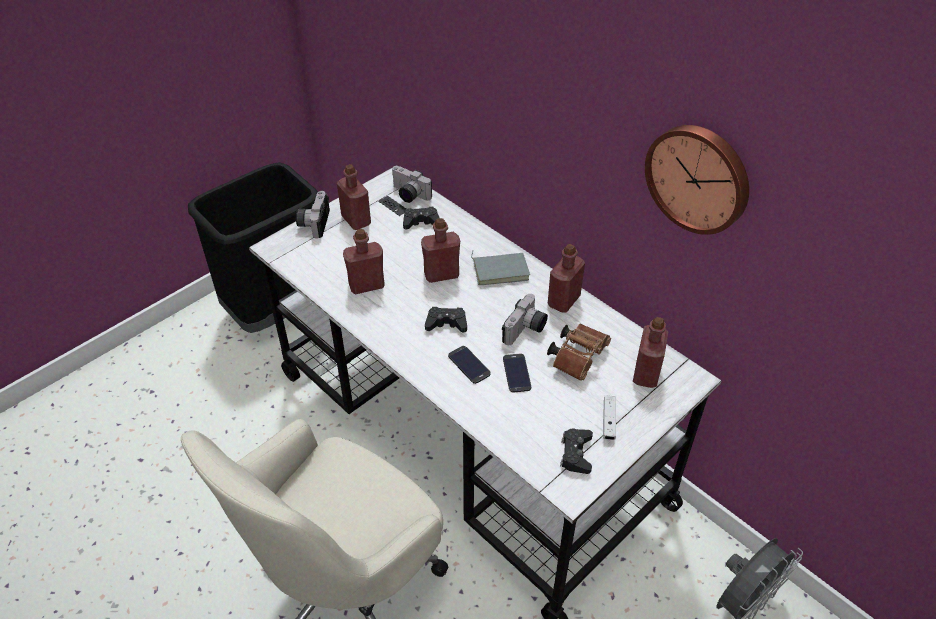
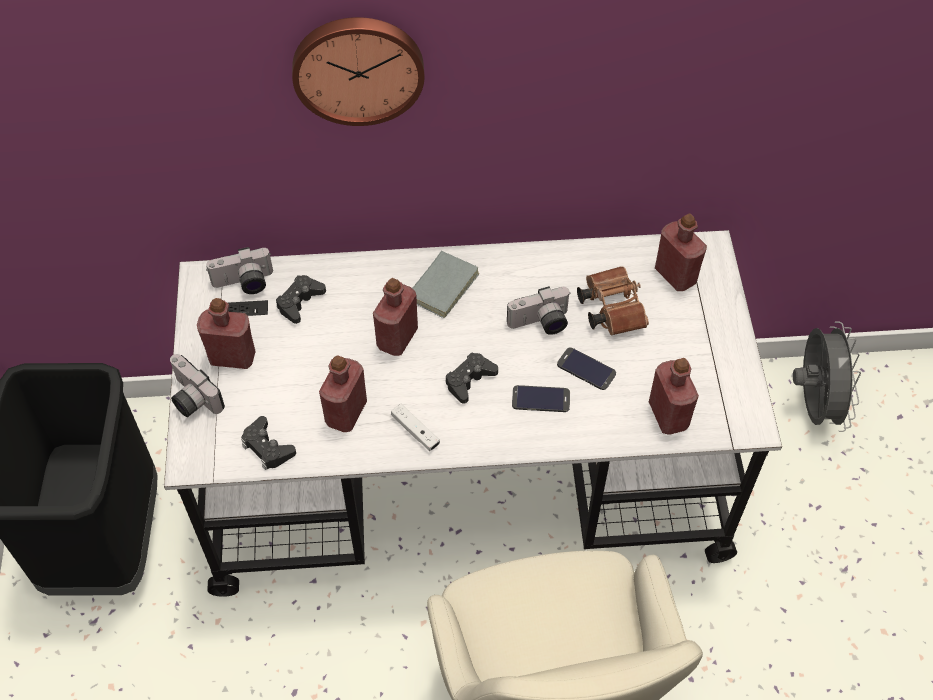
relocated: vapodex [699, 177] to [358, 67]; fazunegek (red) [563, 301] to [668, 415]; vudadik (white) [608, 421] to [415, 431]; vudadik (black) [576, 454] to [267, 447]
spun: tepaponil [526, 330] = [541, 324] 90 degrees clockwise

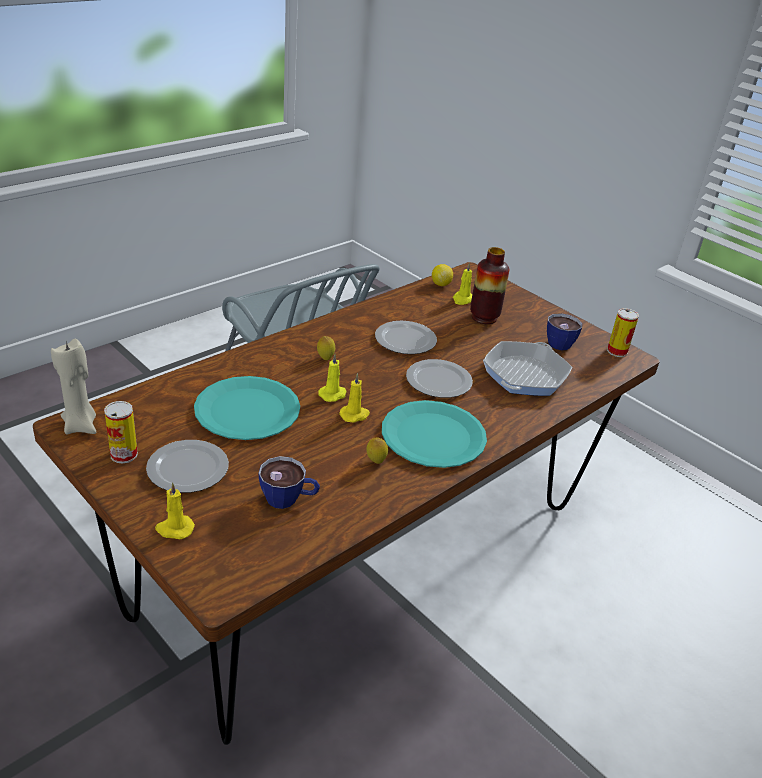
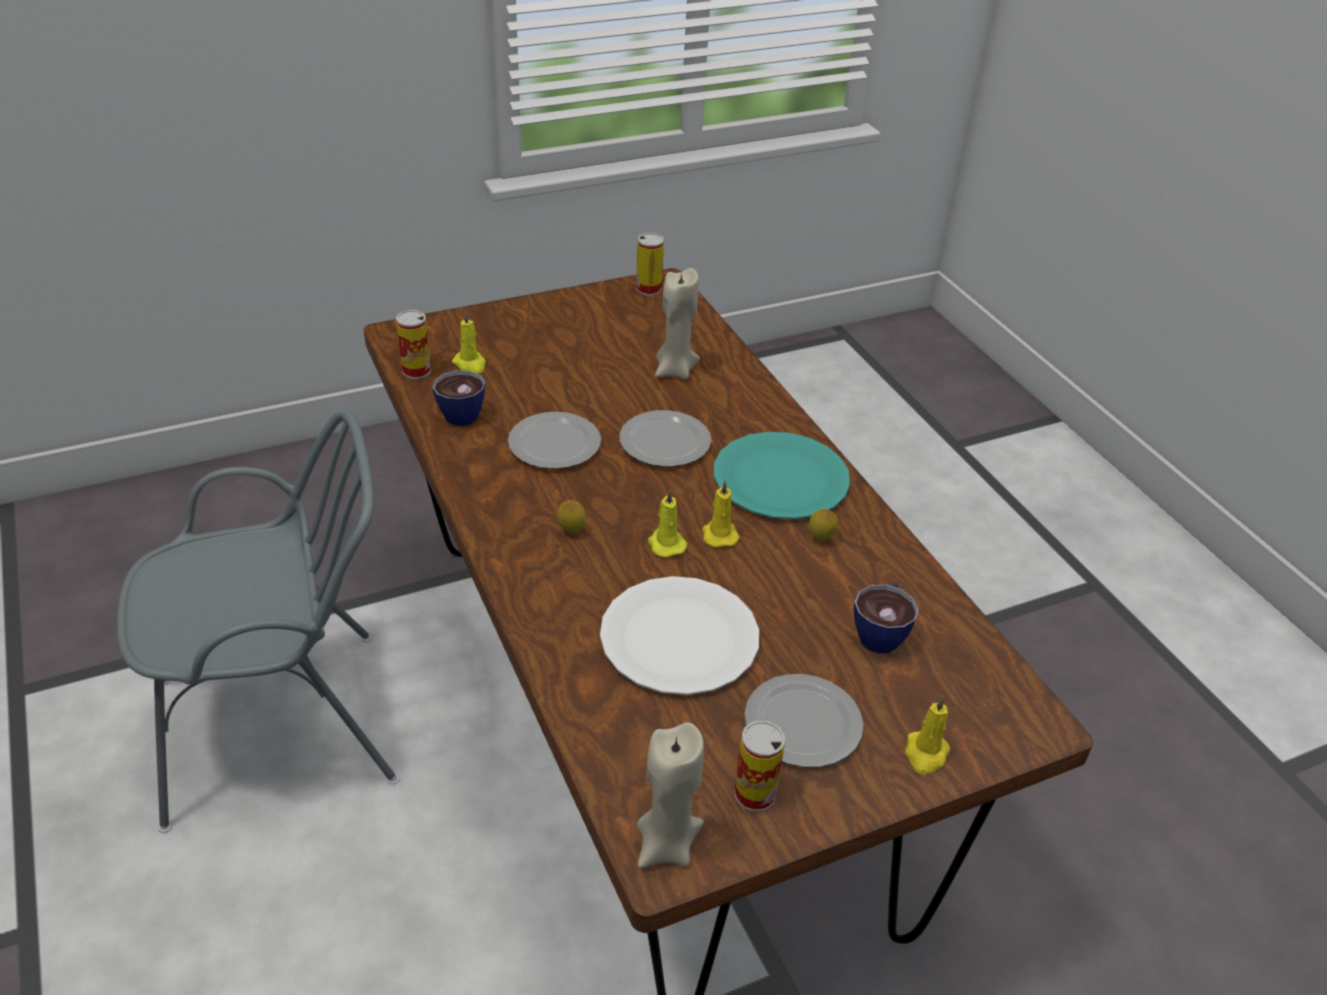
missing: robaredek [484, 317]
relocated: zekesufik [562, 342] to [458, 412]
exchanged: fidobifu [441, 284] to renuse [416, 371]; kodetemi [525, 375] to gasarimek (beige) [674, 370]
colour: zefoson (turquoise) [247, 410] to zefoson (white) [679, 638]

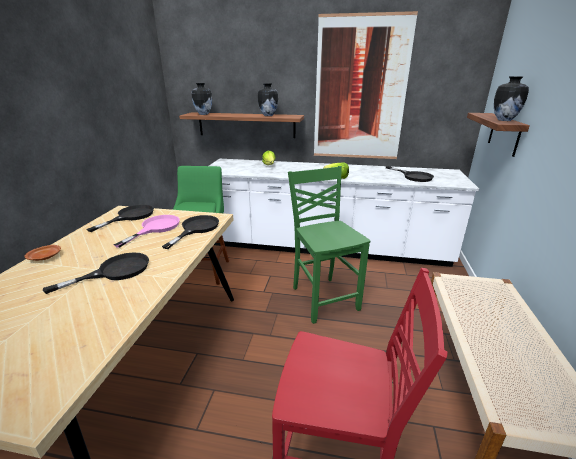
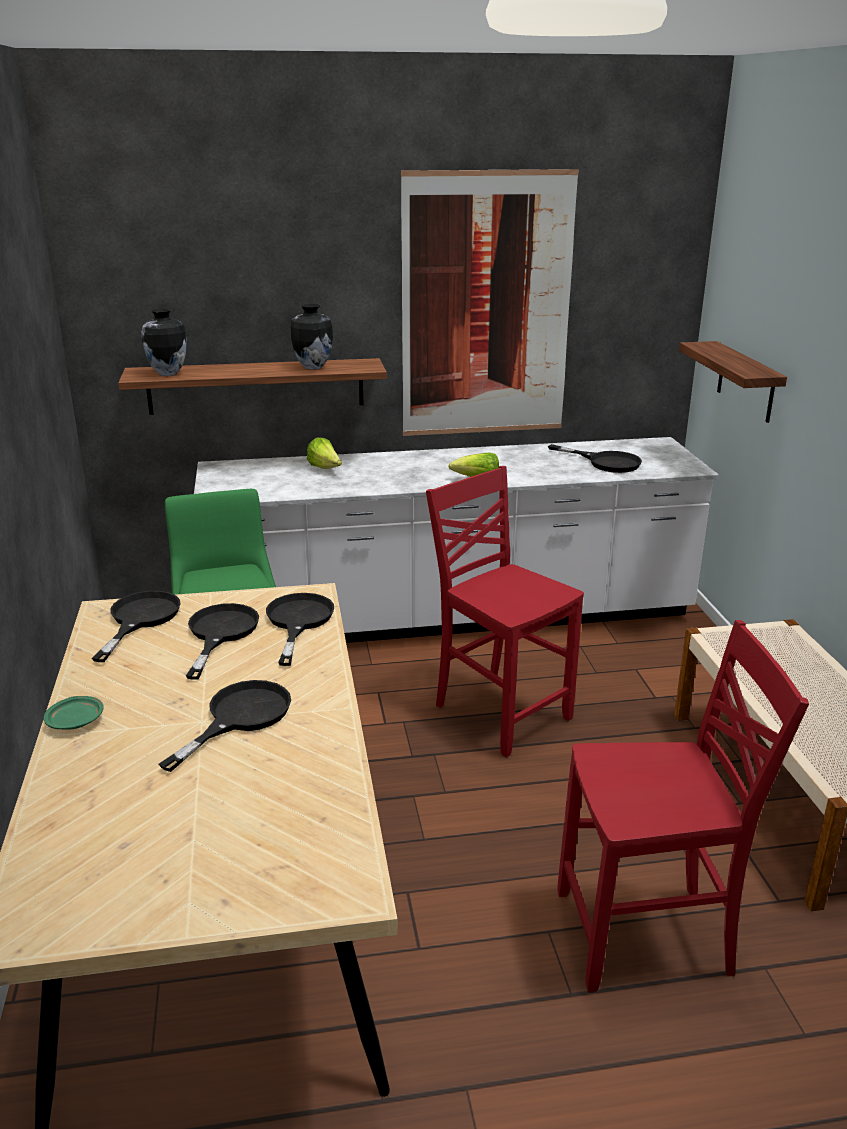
missing: robaredek [503, 120]
colour: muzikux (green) [323, 298] to muzikux (red) [499, 712]; kodetemi (pink) [155, 228] to kodetemi (black) [220, 633]; zefoson (brown) [45, 257] to zefoson (green) [76, 721]

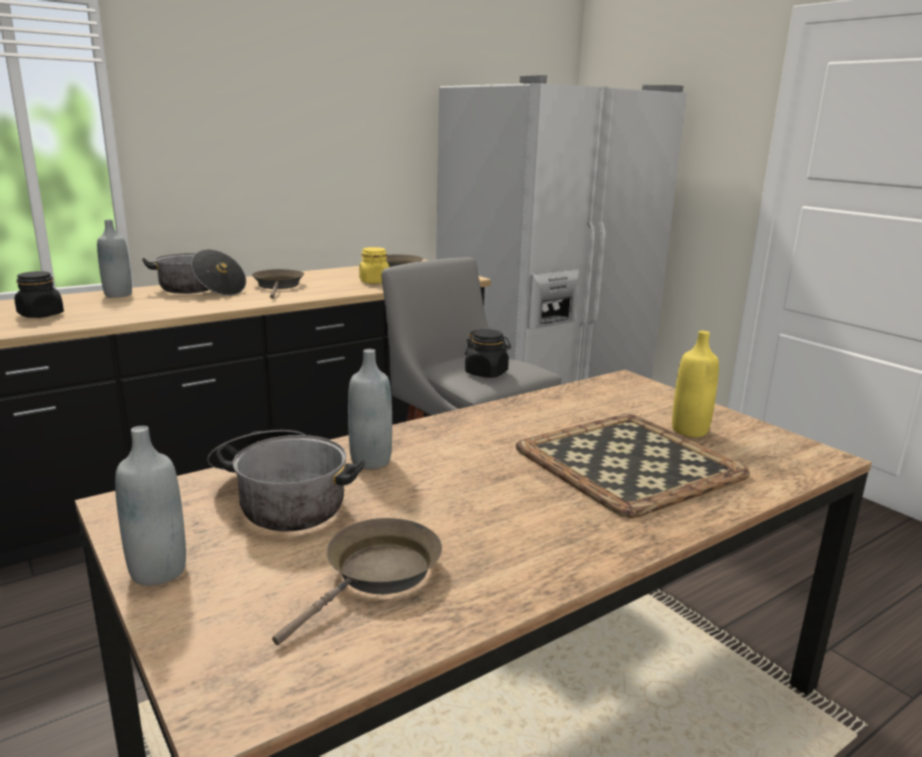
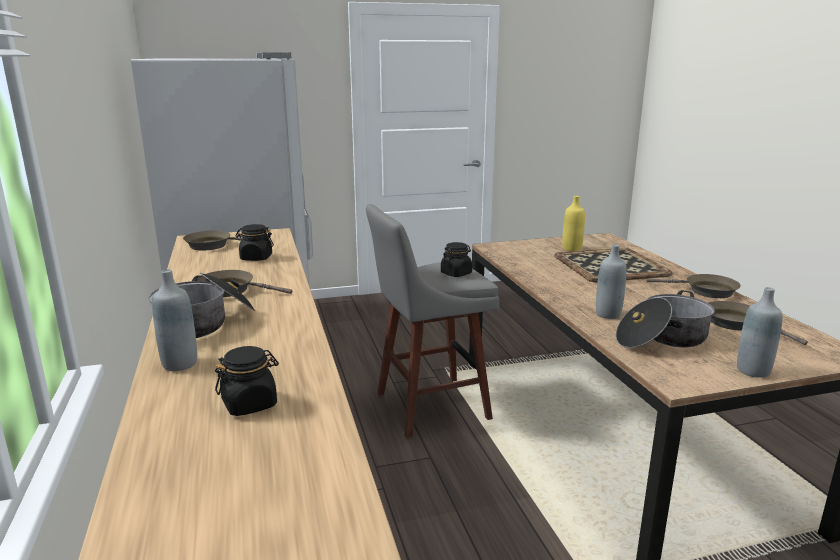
appeared: kodetemi (brown) [706, 291]
colour: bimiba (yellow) [374, 281] to bimiba (black) [256, 258]

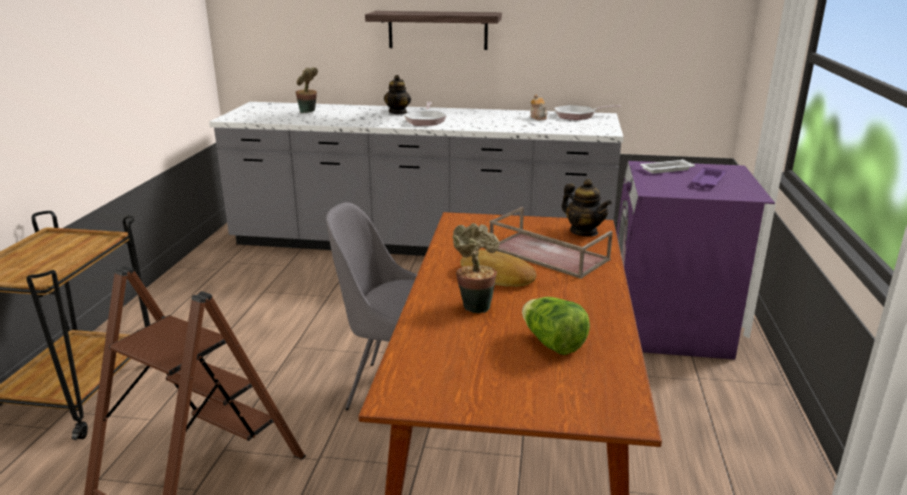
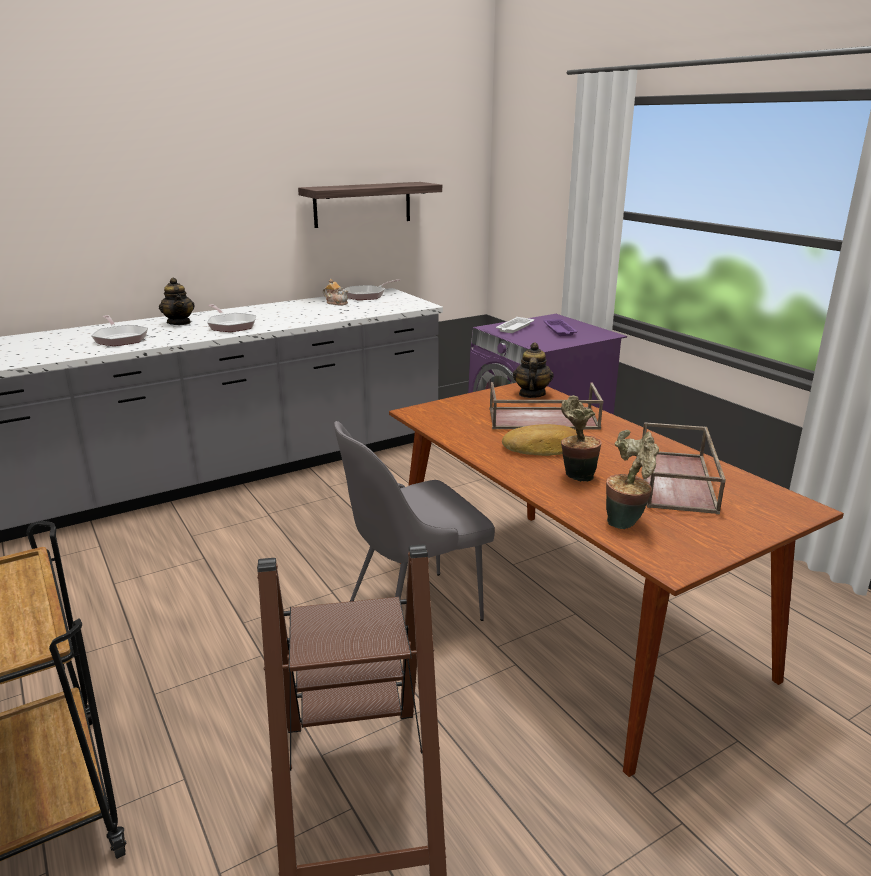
appeared: kodetemi [120, 338]
relocated: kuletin [437, 30] to [362, 204]; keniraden [308, 112] to [626, 522]
exchanged: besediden [552, 344] to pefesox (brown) [678, 481]
spun: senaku [584, 232] = [531, 394] 90 degrees counterclockwise

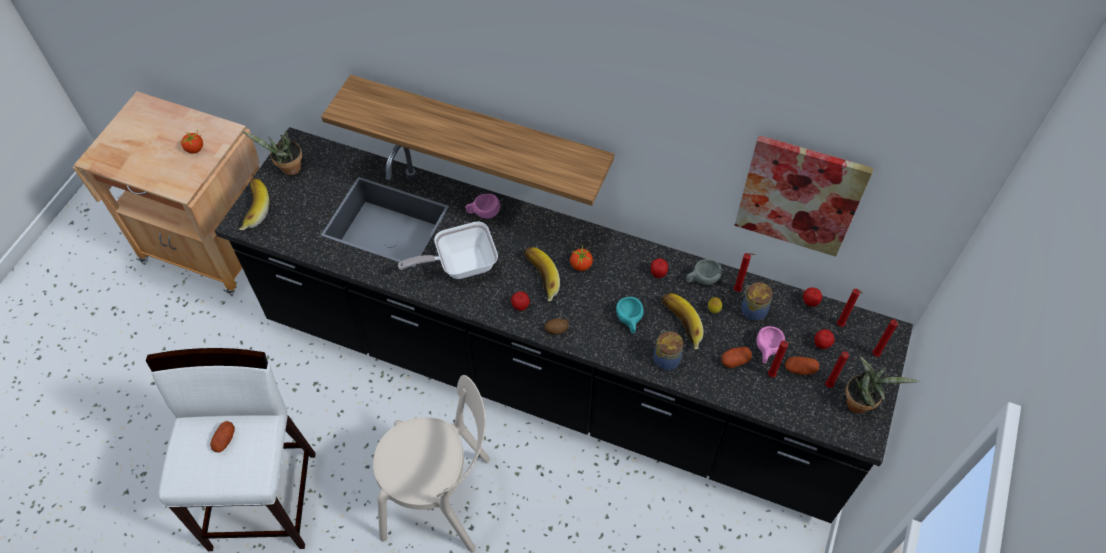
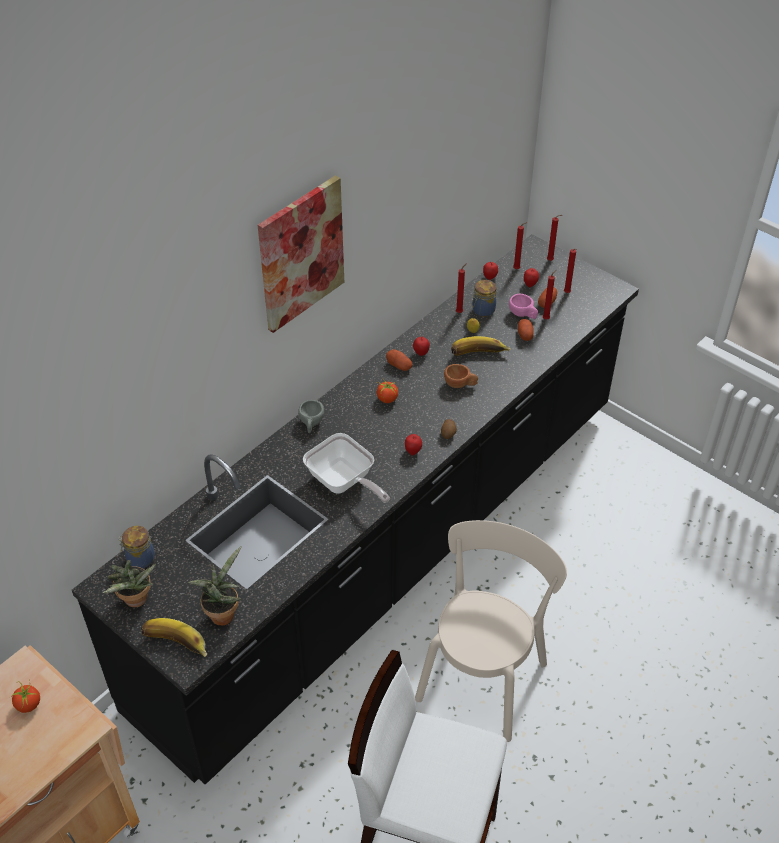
missing: kuletin [480, 132]; zekesufik (pink) [483, 213]; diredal [539, 279]
relocated: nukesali [800, 195] to [301, 253]; zekesufik (grey) [701, 279] to [311, 424]; bimiba [665, 358] to [139, 559]; keniraden [860, 402] to [223, 612]; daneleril [225, 440] to [399, 365]
colour: zekesufik (turquoise) [629, 321] to zekesufik (brown) [460, 384]
spun: kodetemi [460, 265] = [344, 483] 45 degrees counterclockwise

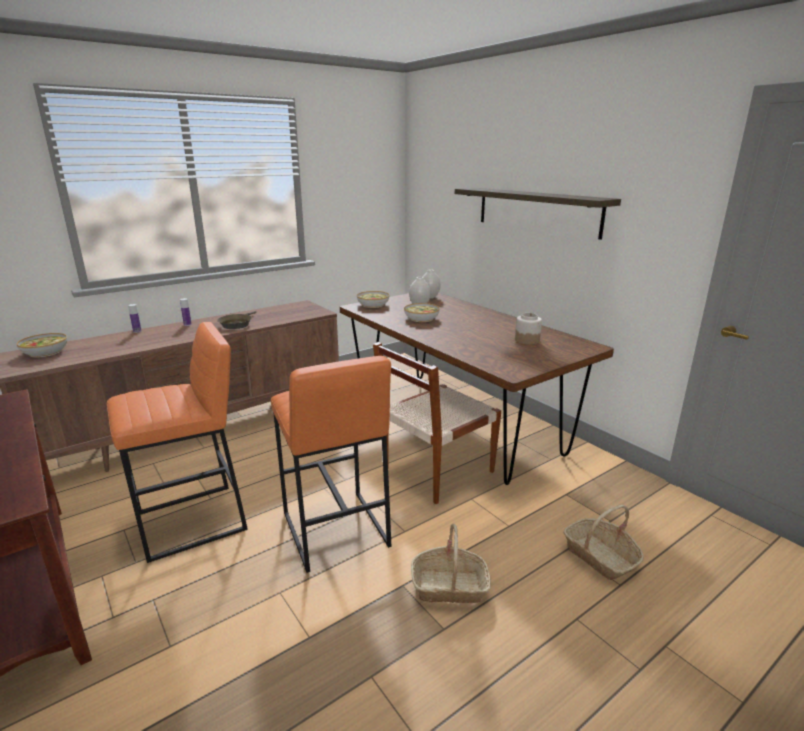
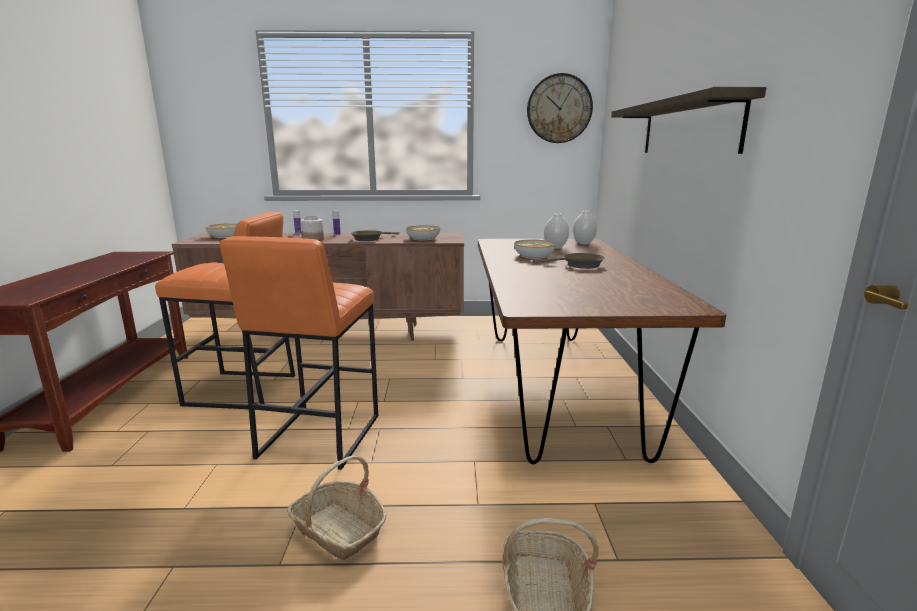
missing: muzikux [435, 472]
appeared: vapodex [559, 109]; kodetemi (brown) [579, 265]
relocated: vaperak [373, 305] to [423, 238]; bimiba [527, 340] to [313, 240]

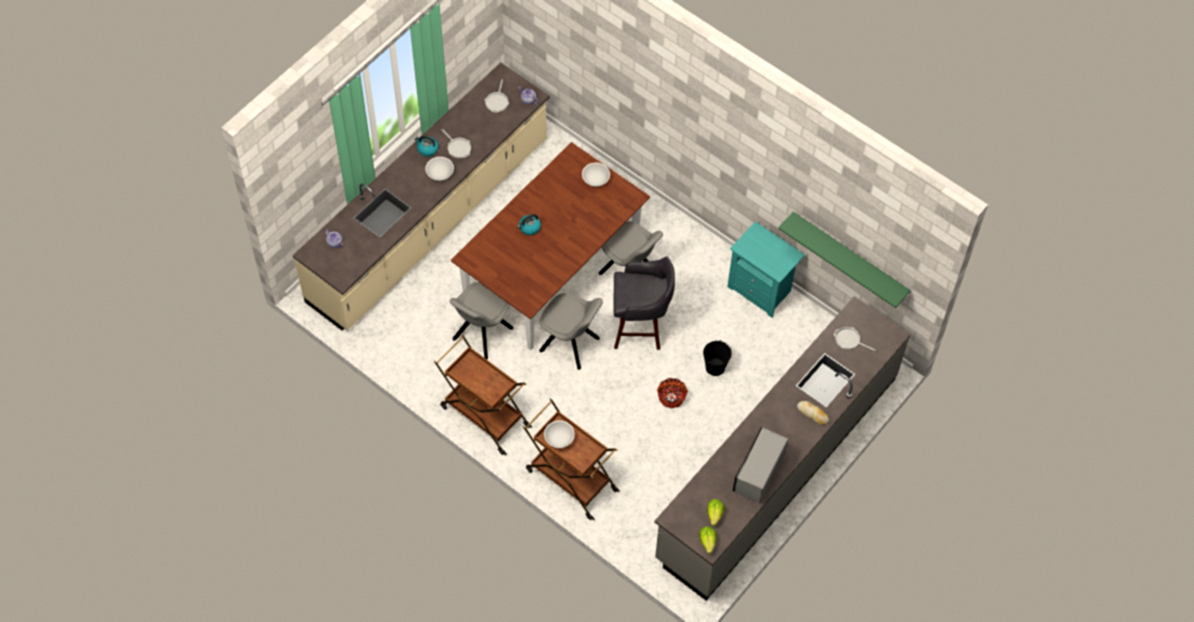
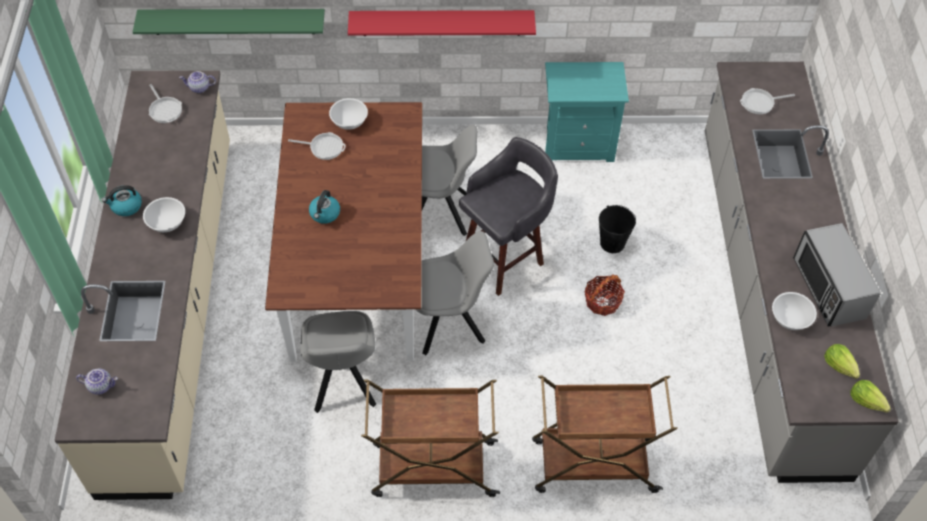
missing: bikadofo [812, 414]
appeared: kuletin (red) [441, 22]
relocated: kodetemi [458, 147] to [324, 147]; kuletin (green) [849, 257] to [233, 21]; vaperak (white) [559, 439] to [790, 319]

